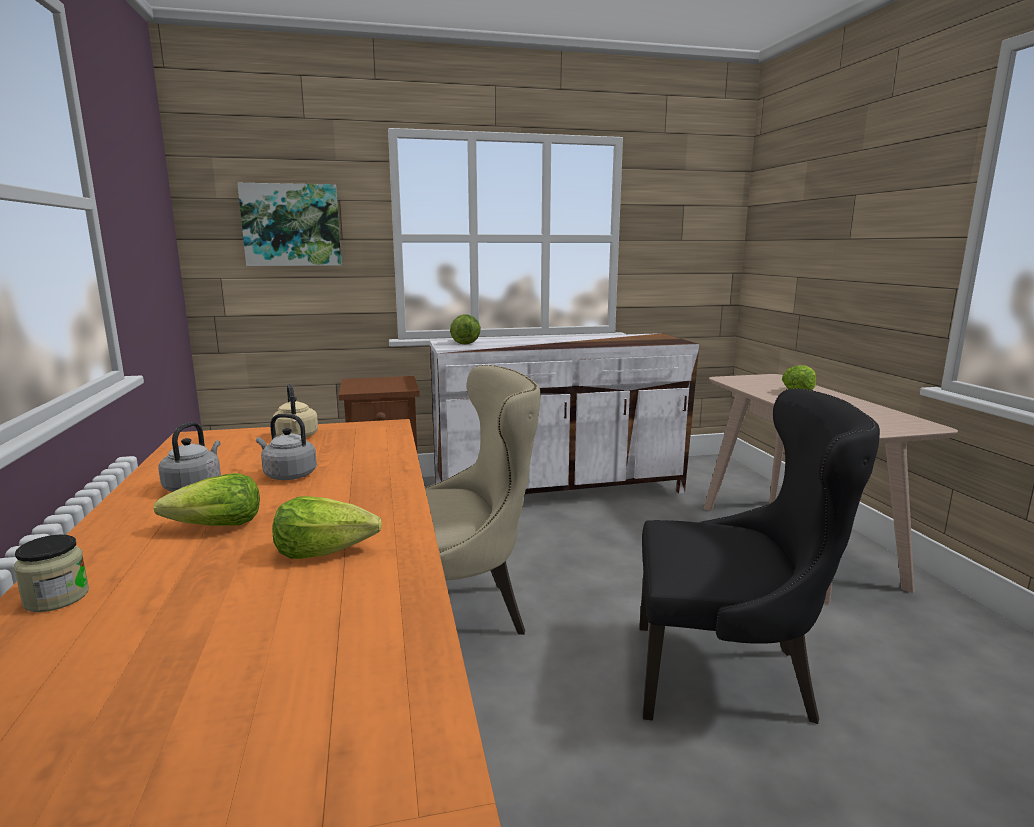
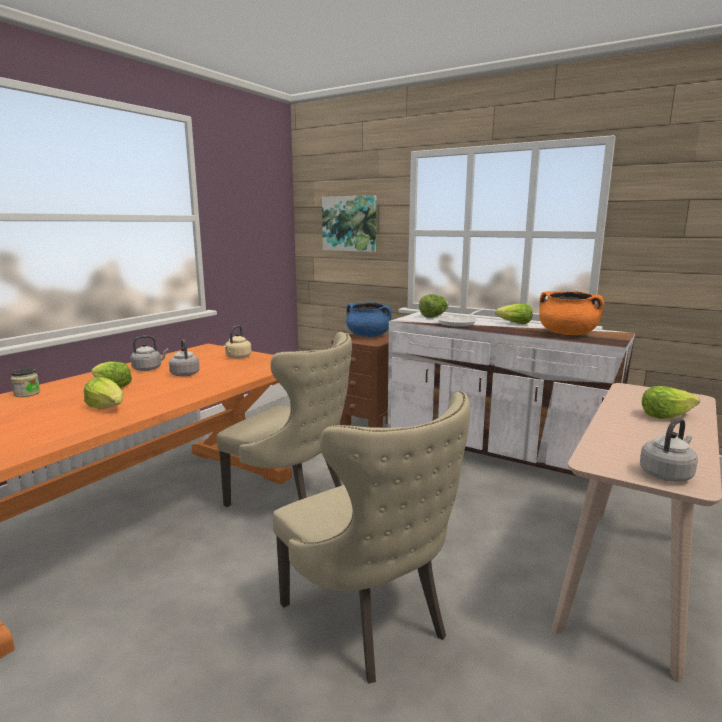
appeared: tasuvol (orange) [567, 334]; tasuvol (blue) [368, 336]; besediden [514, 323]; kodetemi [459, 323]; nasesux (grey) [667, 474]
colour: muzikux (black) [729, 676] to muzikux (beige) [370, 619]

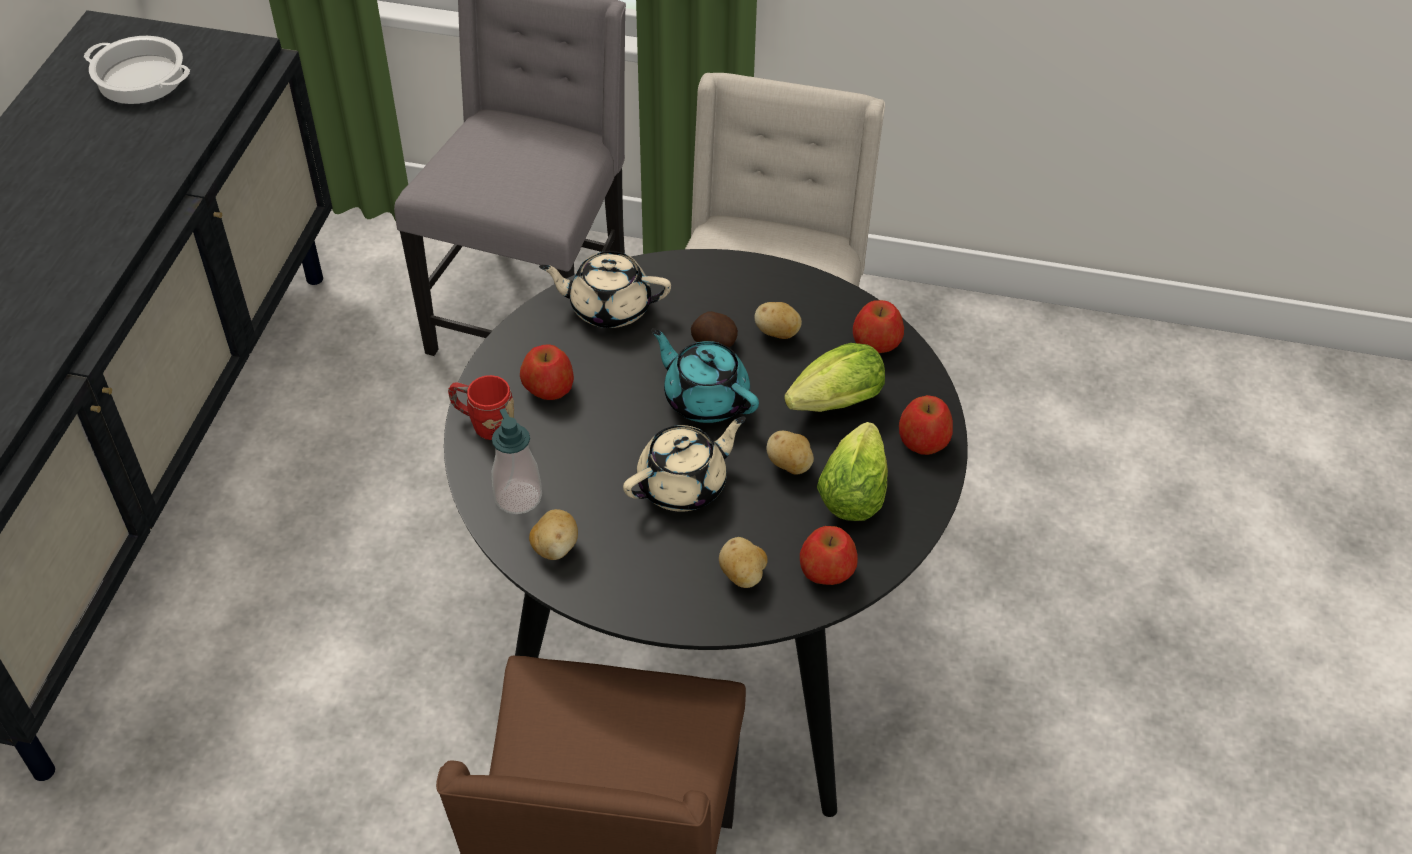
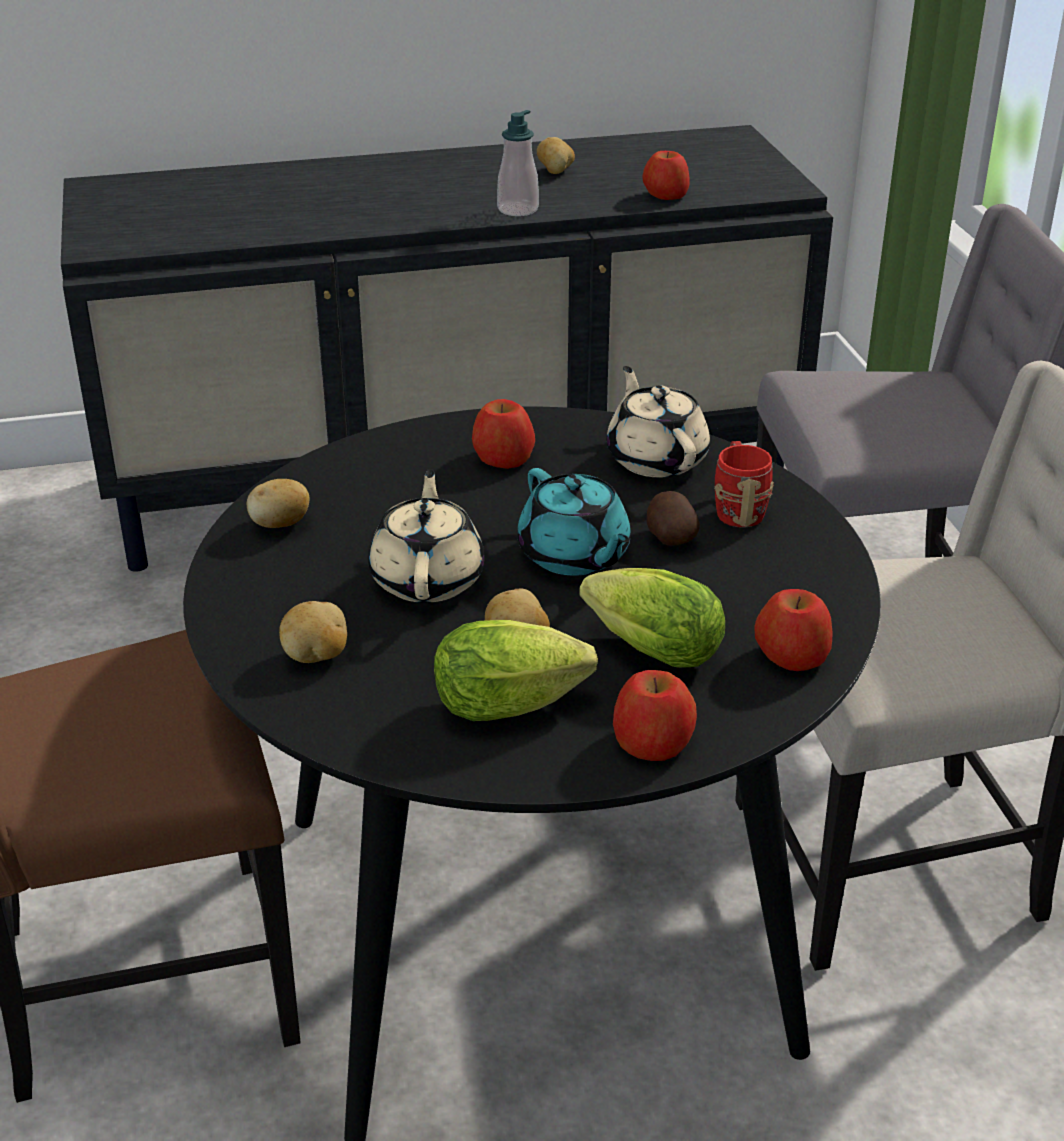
missing: tasuvol [139, 79]
relocated: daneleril [777, 333] to [555, 172]; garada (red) [484, 423] to [738, 509]; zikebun [518, 497] to [518, 209]; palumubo [826, 570] to [665, 195]
spun: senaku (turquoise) [705, 398] = [574, 556] 135 degrees clockwise; senaku (beige) [684, 484] = [428, 578] 120 degrees counterclockwise

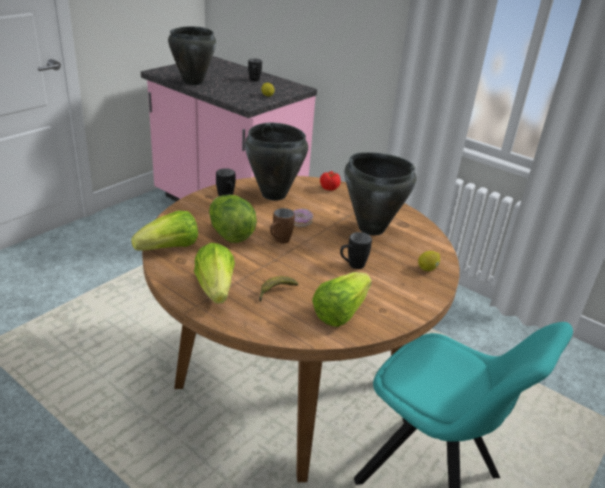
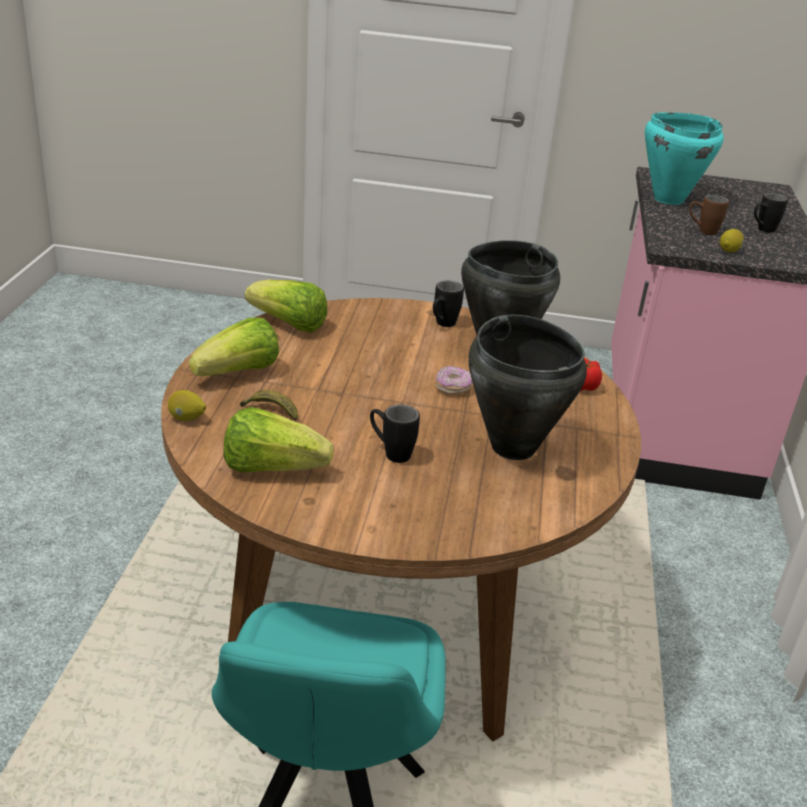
missing: besediden [230, 234]
relocated: garada (brown) [279, 241] to [702, 231]; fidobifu [427, 268] to [186, 418]
colour: tasuvol (black) [192, 82] to tasuvol (turquoise) [668, 199]

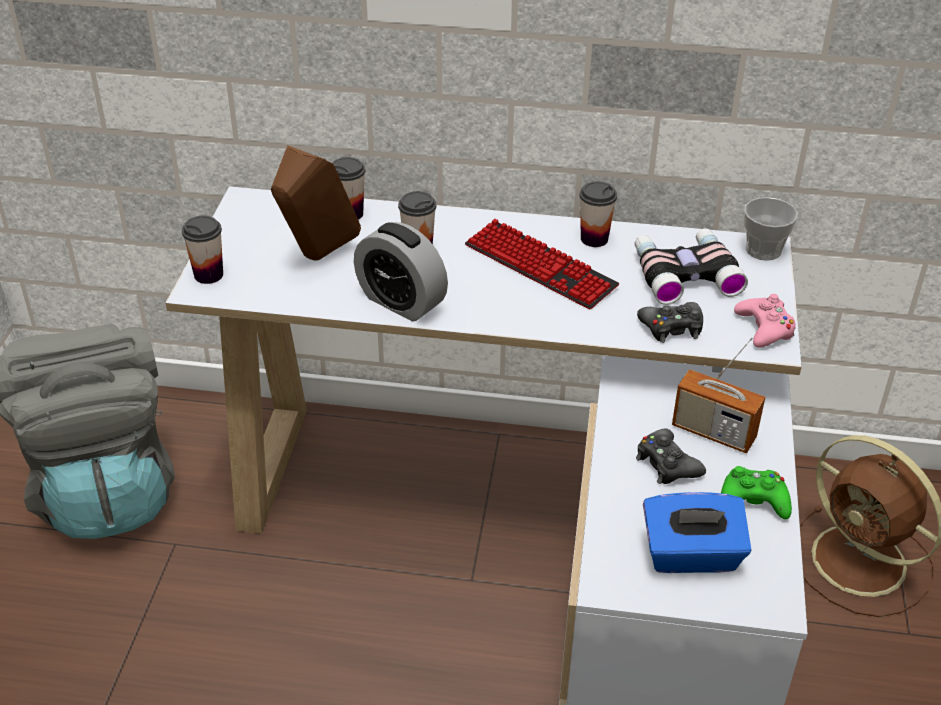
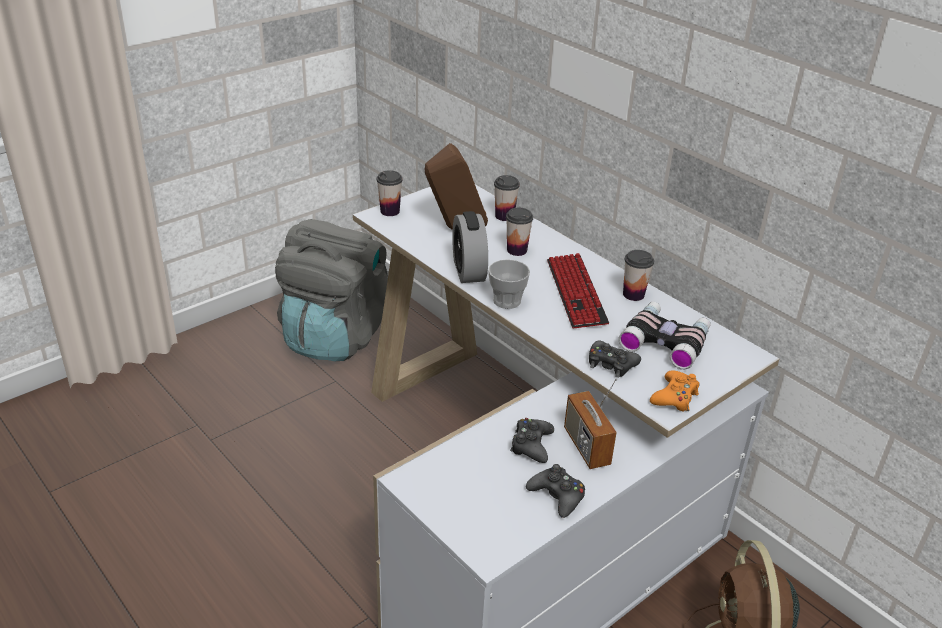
missing: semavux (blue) [691, 555]
relocated: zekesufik [763, 250] to [507, 301]
colour: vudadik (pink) [764, 328] to vudadik (orange) [675, 397]; vudadik (green) [753, 500] to vudadik (black) [557, 496]

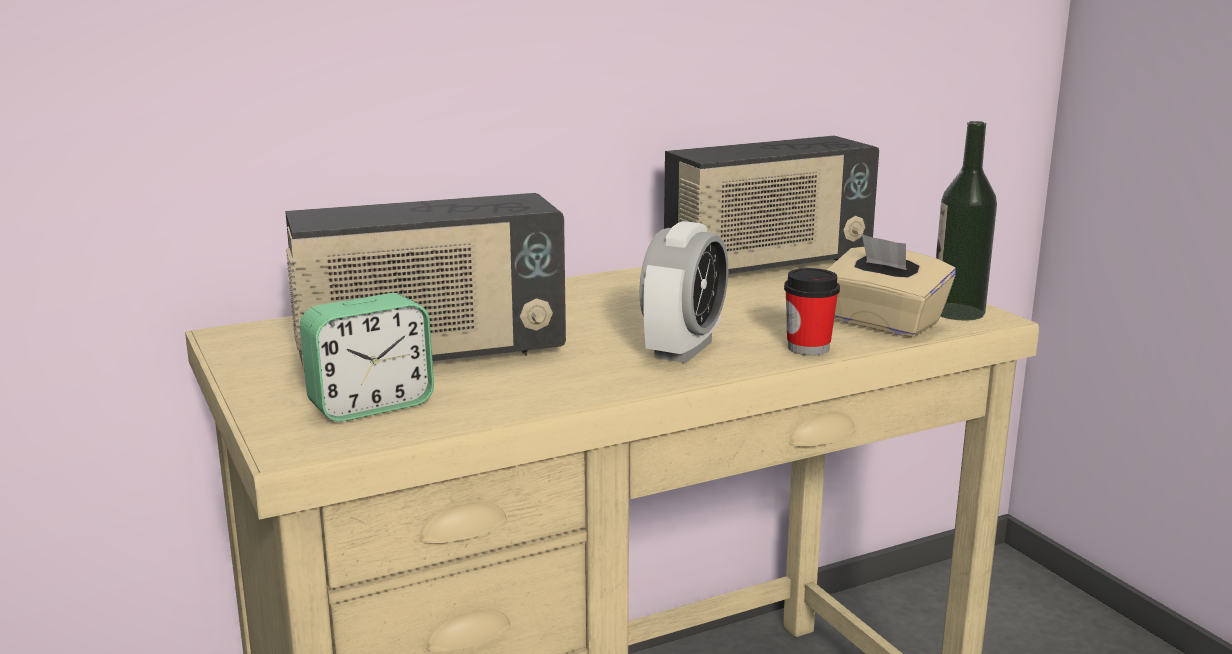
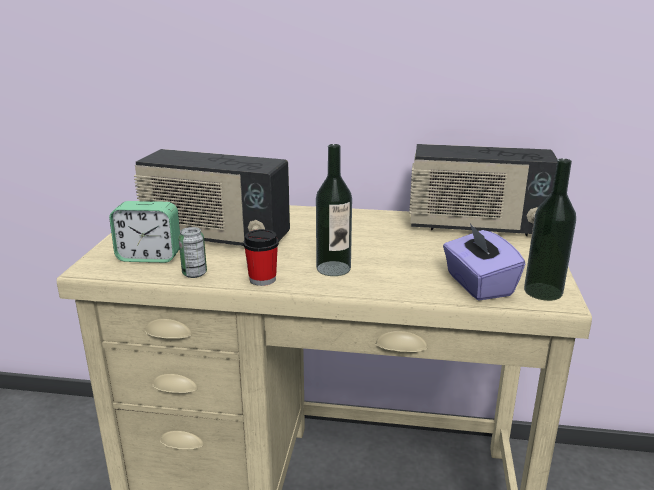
appeared: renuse [194, 273]
relocated: zekesufik [808, 348] to [262, 279]
exchanged: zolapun [683, 349] to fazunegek [333, 268]
colour: semavux (beige) [882, 323] to semavux (purple) [478, 285]

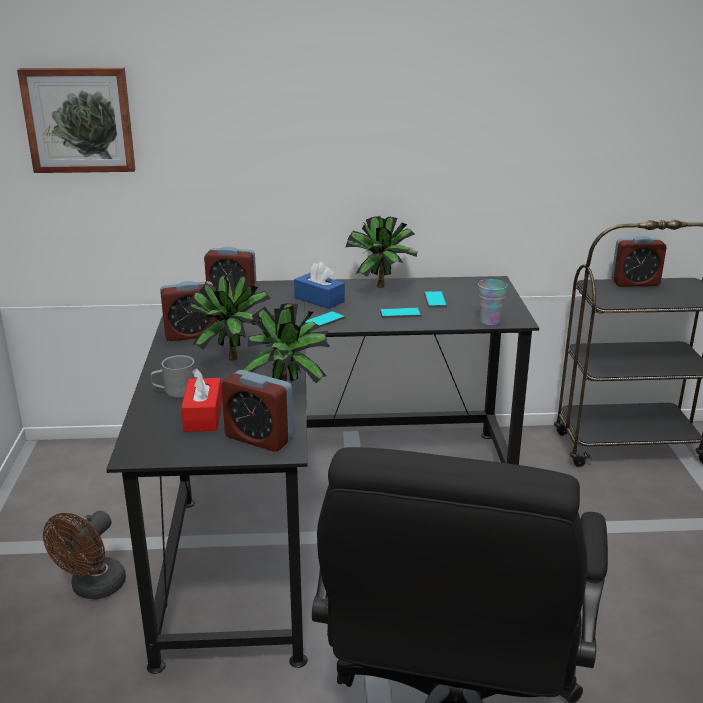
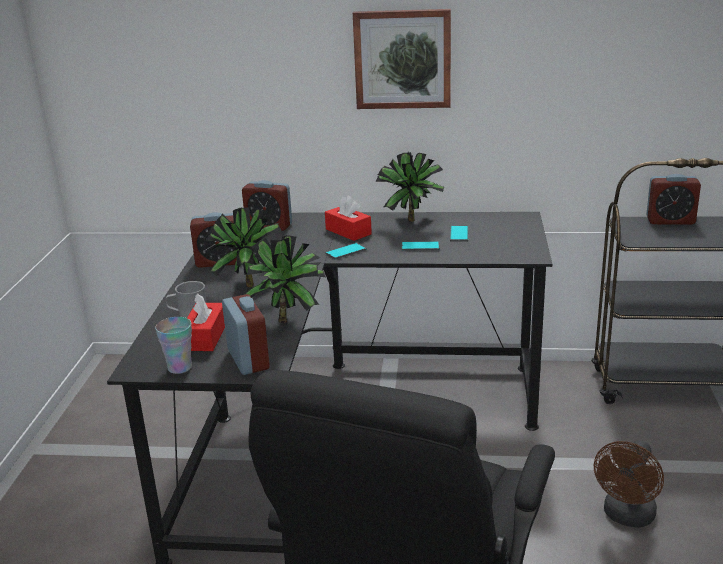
relocated: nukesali [79, 120] to [402, 59]; zekesufik [489, 321] to [180, 367]; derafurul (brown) [93, 589] to [627, 517]
colour: semavux (blue) [319, 300] to semavux (red) [348, 231]
spun: zolapun [259, 438] = [248, 359] 150 degrees counterclockwise

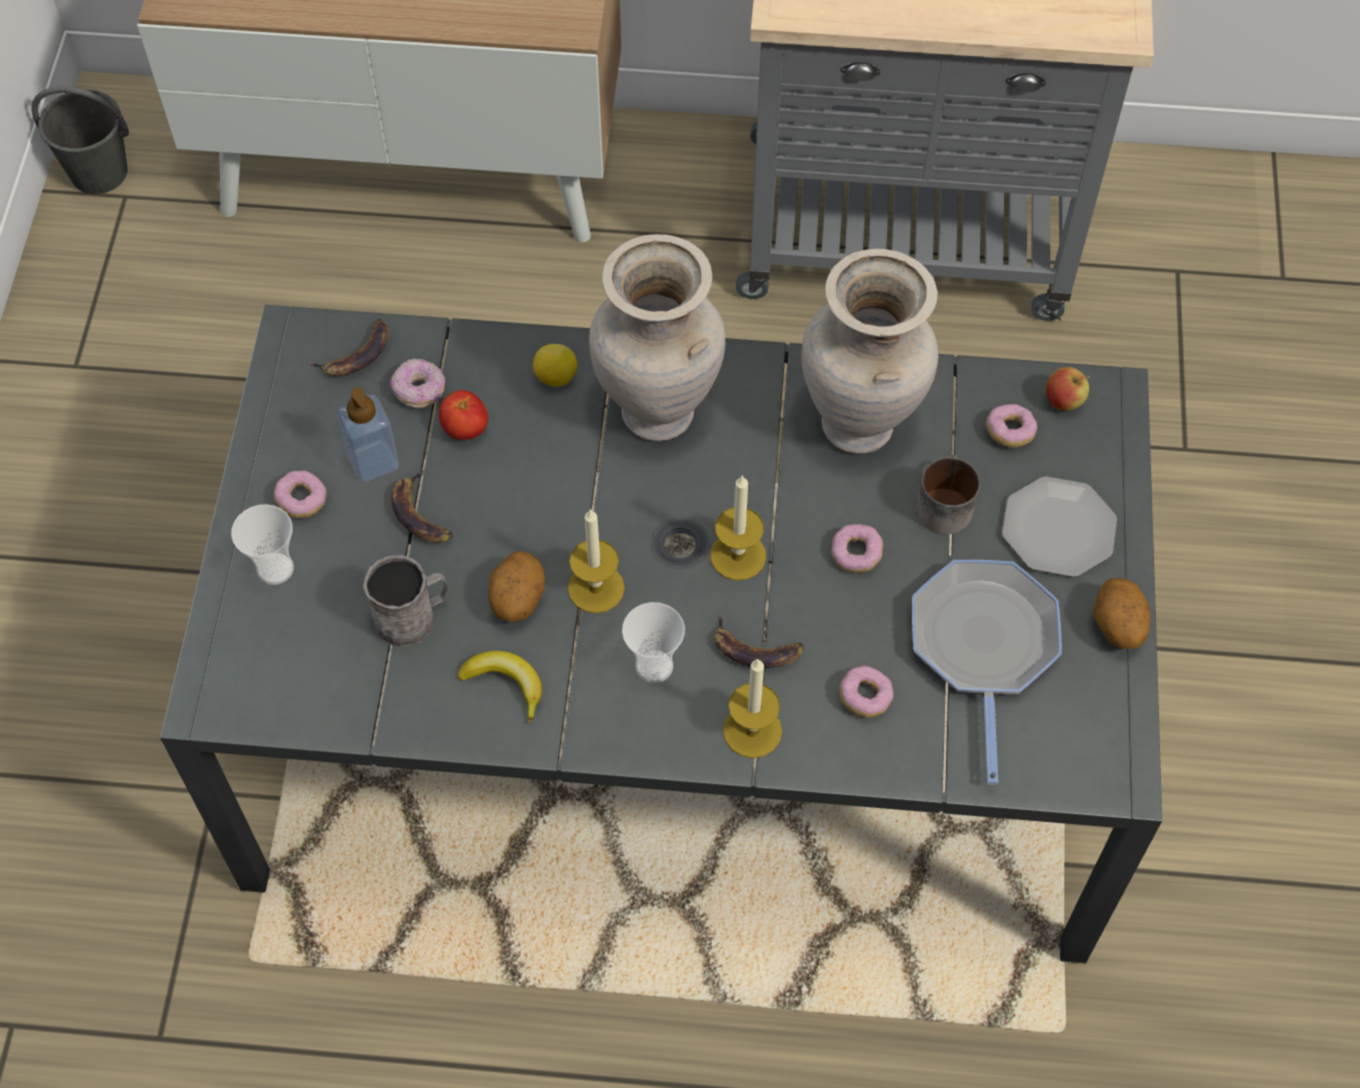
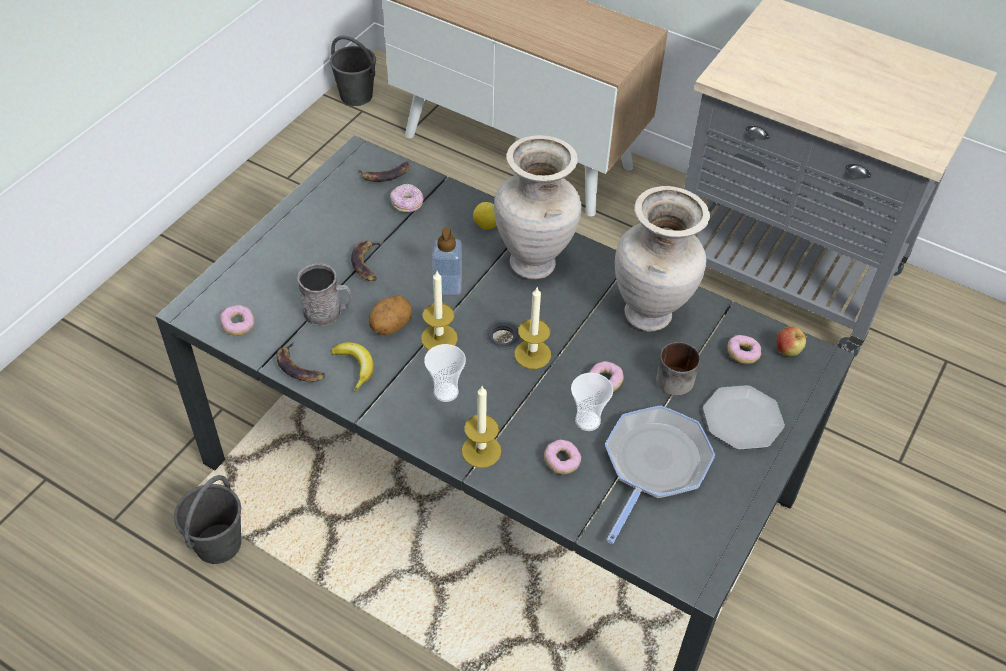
missing: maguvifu [465, 429]; daneleril [1116, 626]
appeared: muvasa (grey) [219, 543]
relocated: zikebun [373, 461] to [447, 285]; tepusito [302, 500] to [238, 325]; zekesufik [275, 569] to [587, 421]; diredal [755, 648] to [299, 367]

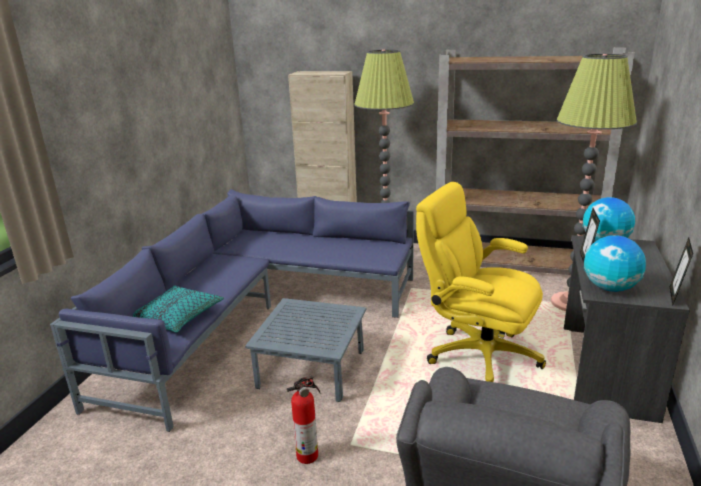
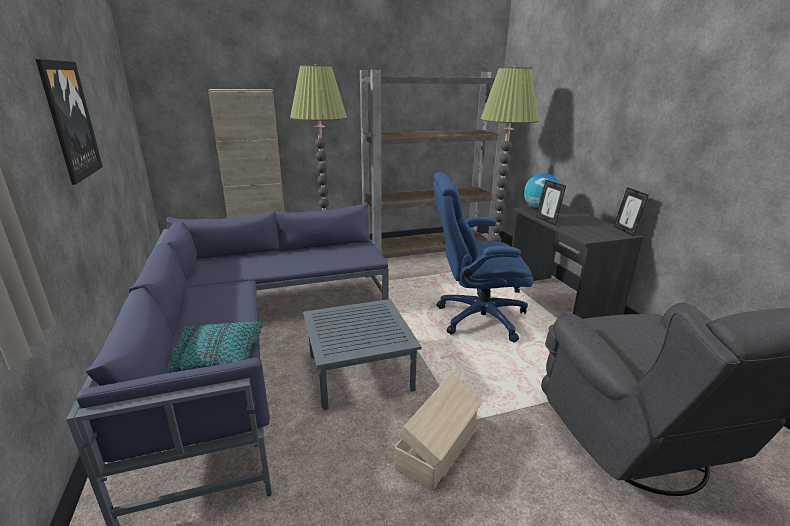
missing: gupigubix [610, 288]
appeared: nukesali [70, 120]
exchanged: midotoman [309, 455] to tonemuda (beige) [438, 448]
colour: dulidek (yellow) [476, 355] to dulidek (blue) [474, 317]

